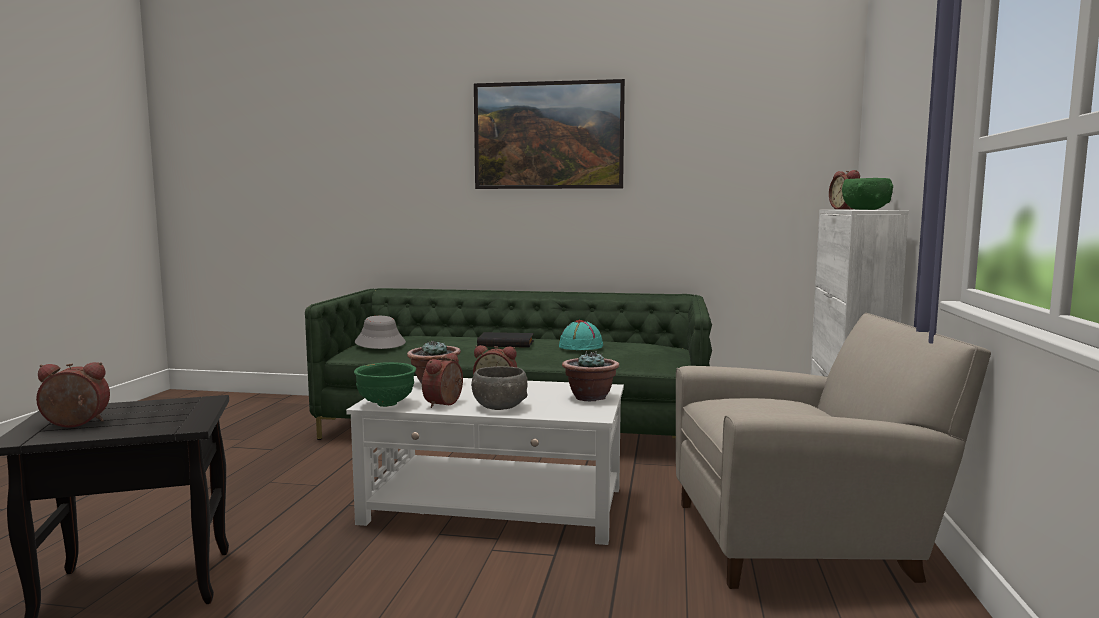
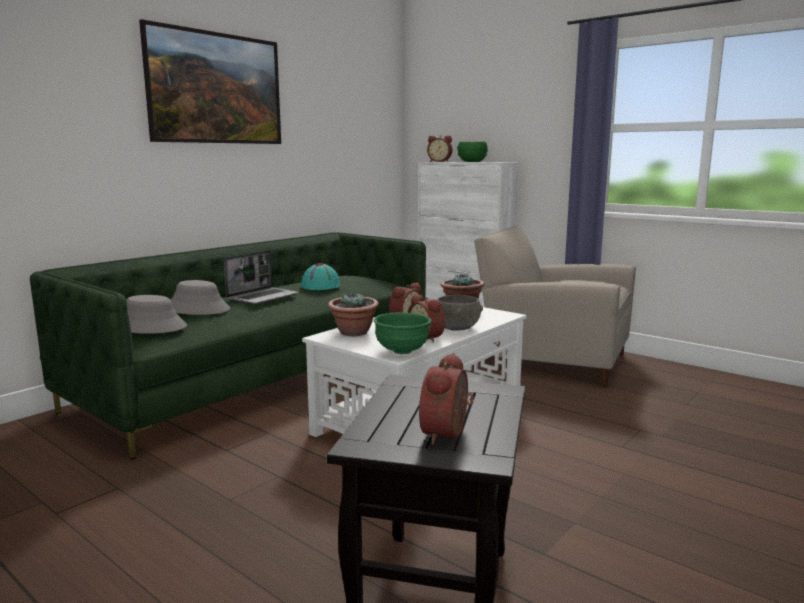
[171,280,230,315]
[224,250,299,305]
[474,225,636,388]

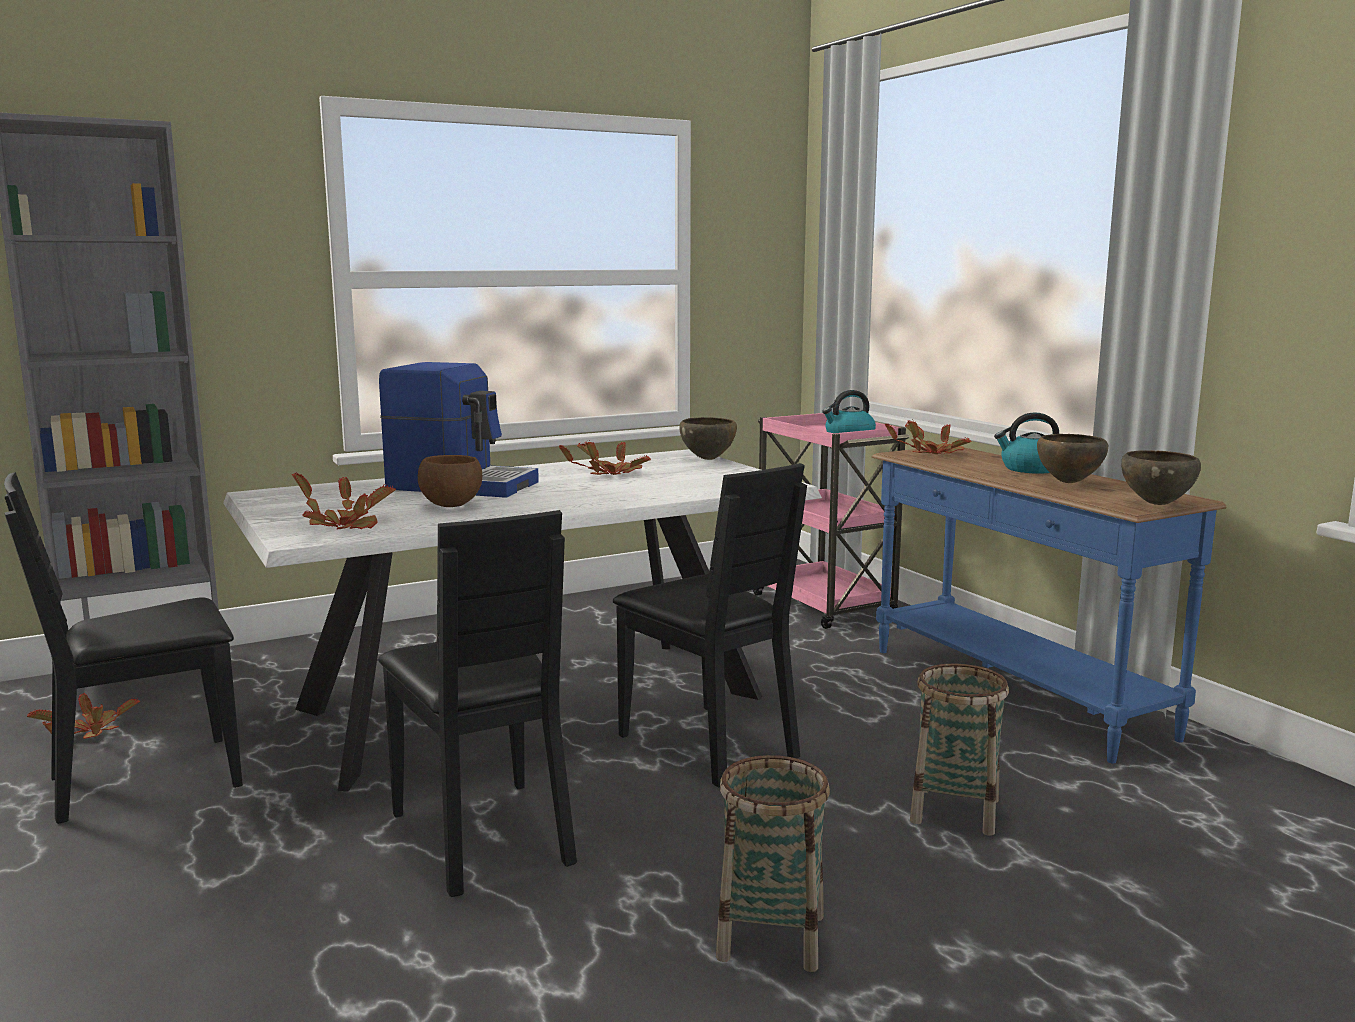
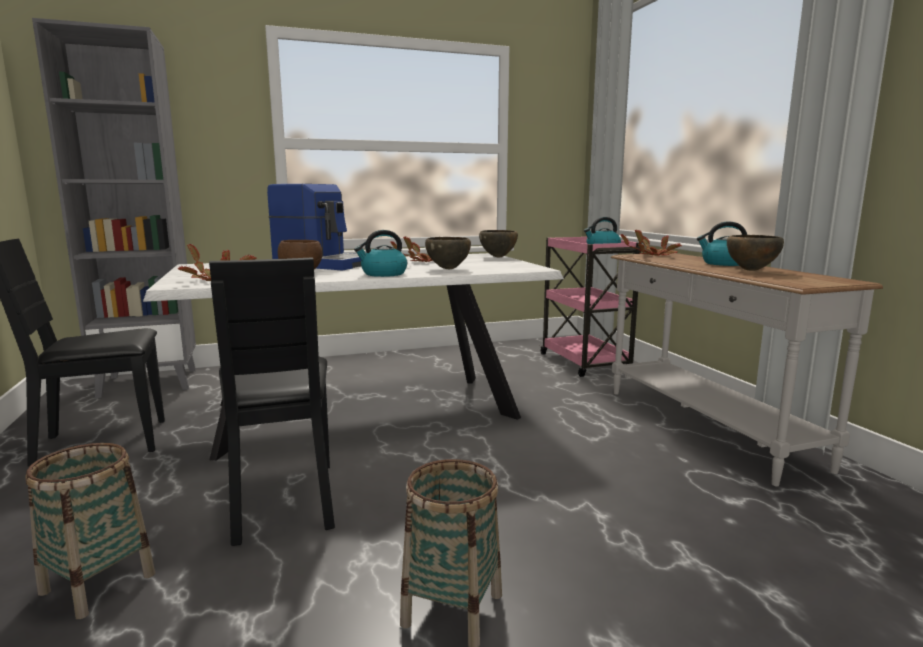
[25,443,156,619]
[354,230,407,277]
[425,237,471,269]
[611,253,883,486]
[27,693,140,739] (first image)
[613,463,807,788] (first image)

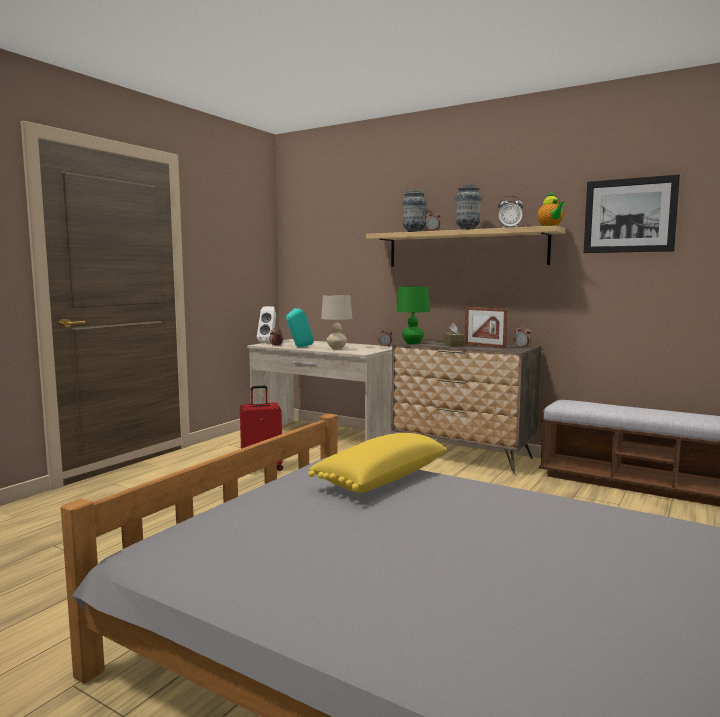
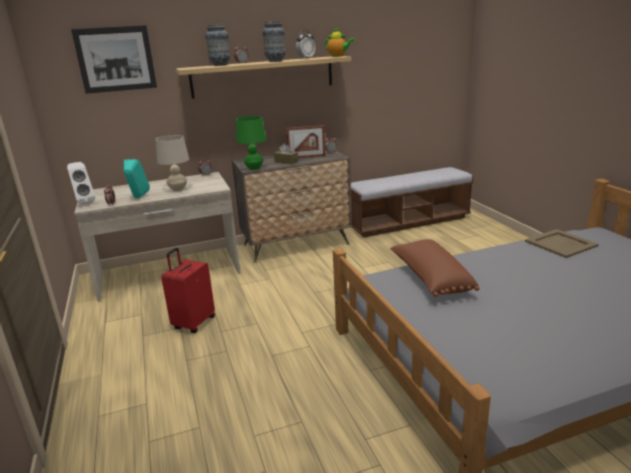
[71,25,157,94]
[390,239,479,297]
[525,229,598,258]

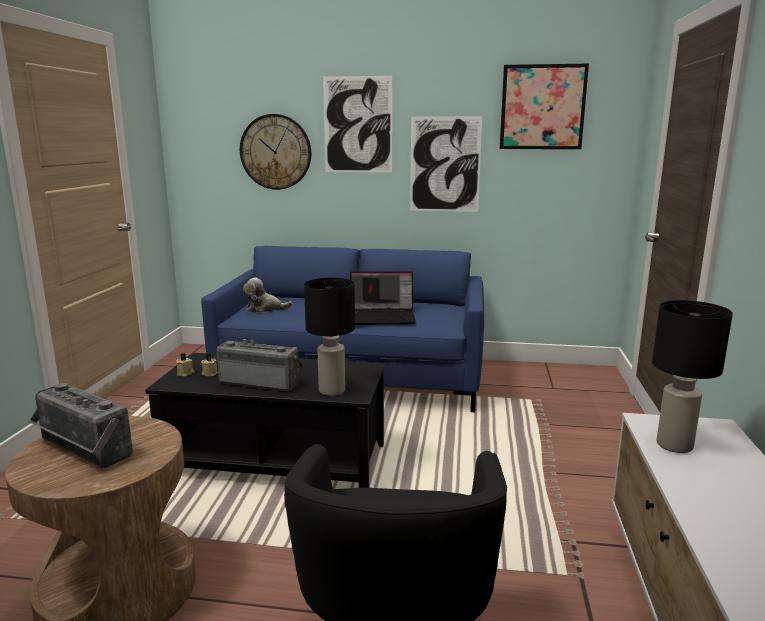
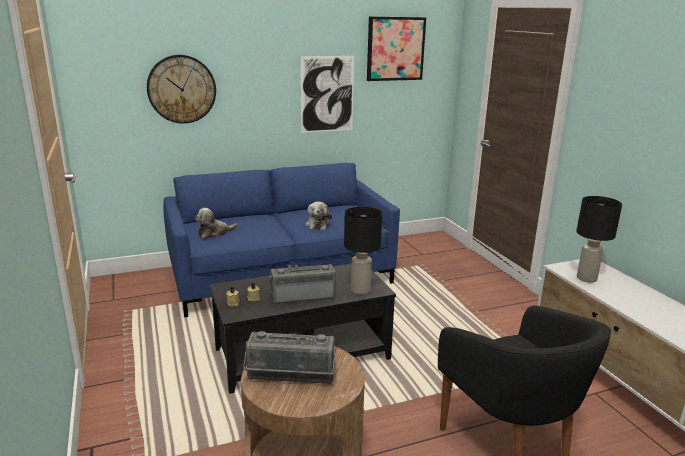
[305,202,332,230]
[323,76,392,173] (first image)

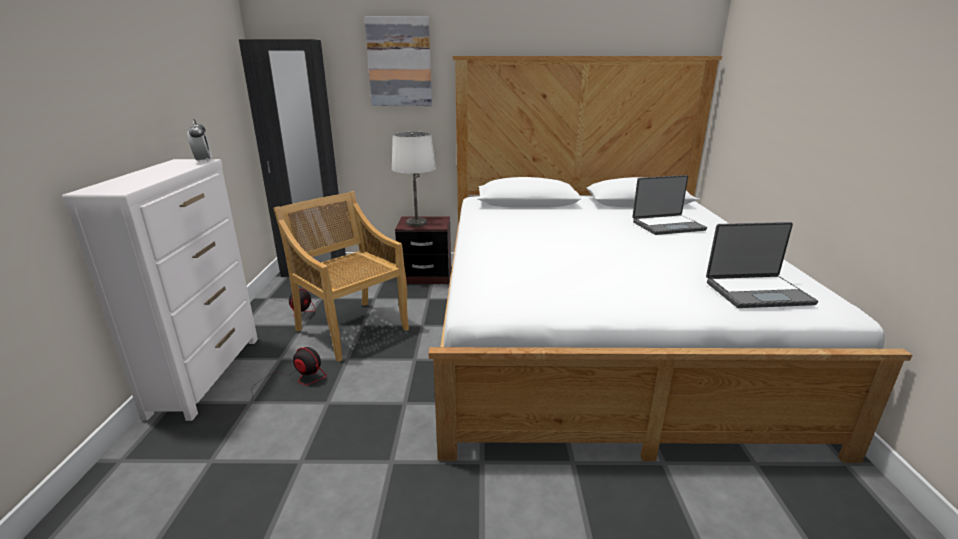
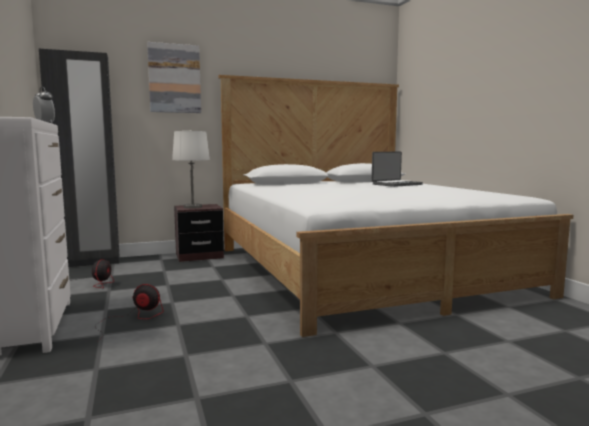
[273,191,409,362] (first image)
[706,222,818,308] (first image)

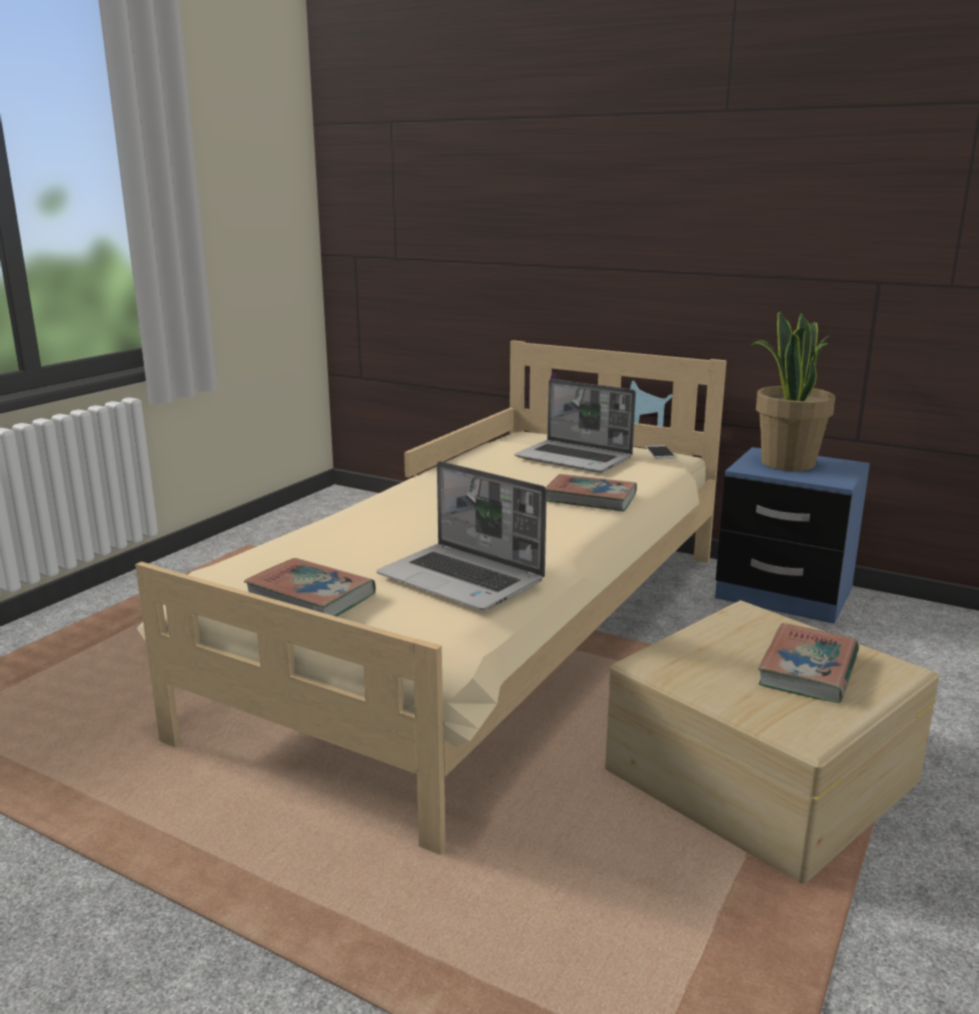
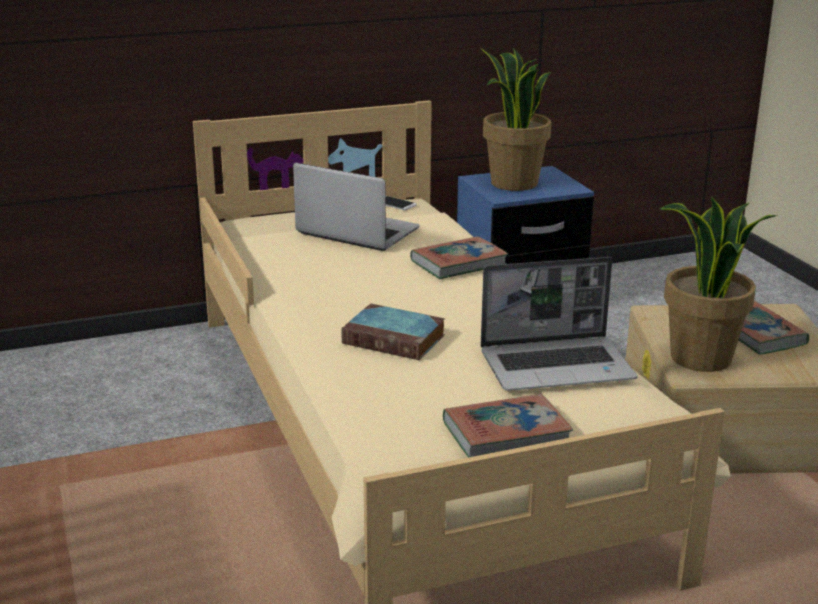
[293,163,420,251]
[341,304,445,360]
[660,196,778,372]

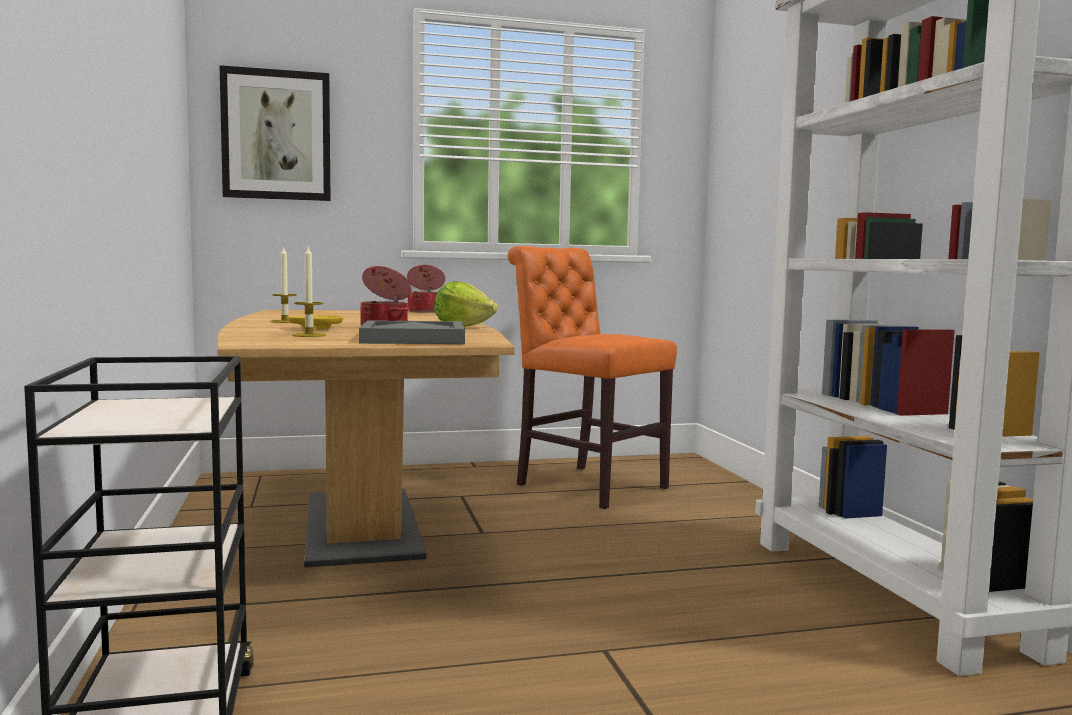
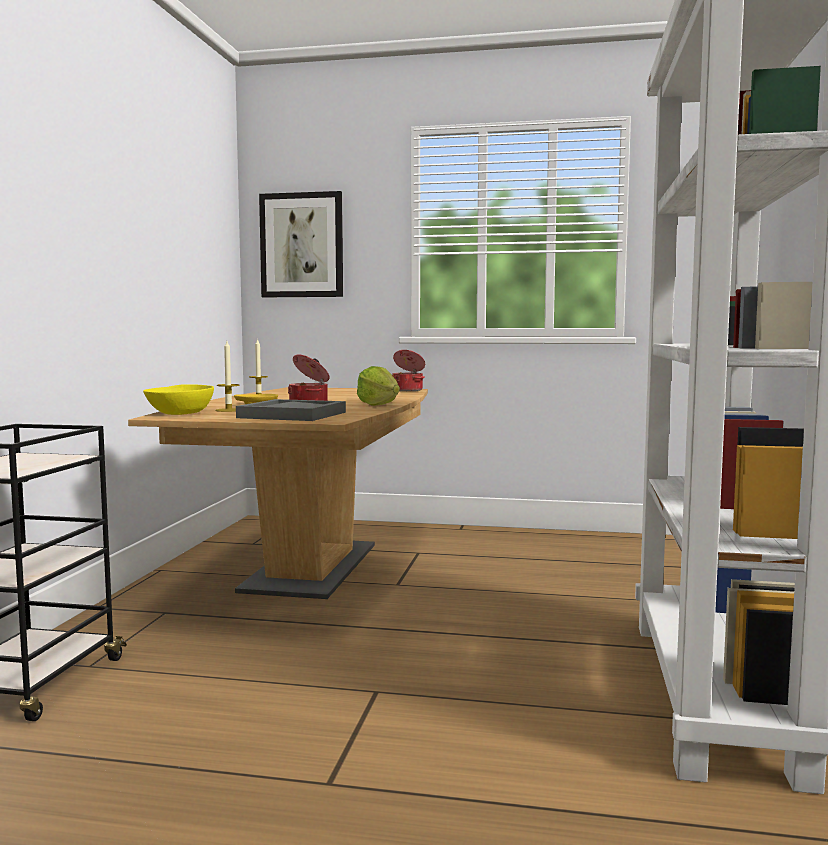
[143,385,214,415]
[508,246,677,510] (first image)

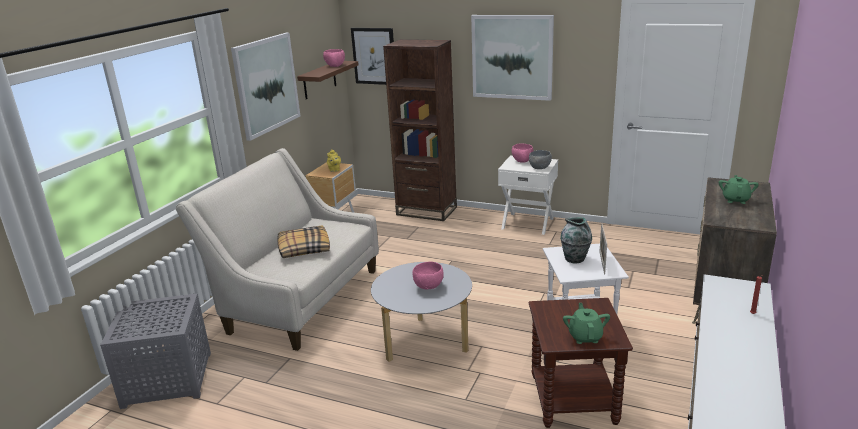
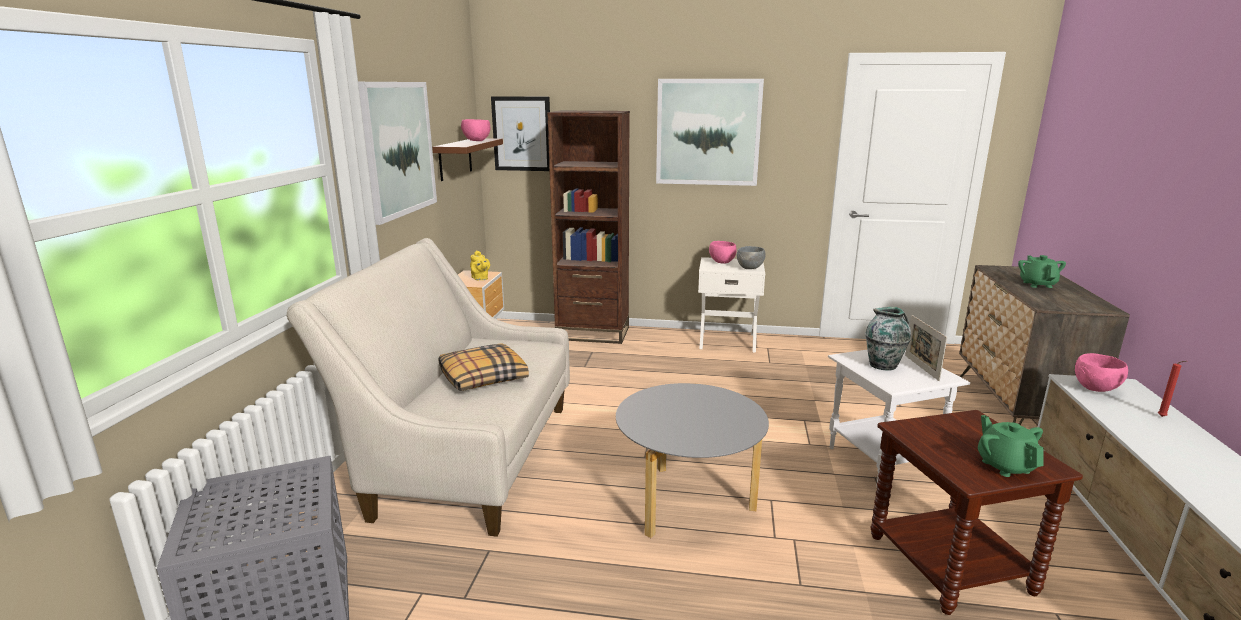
[1075,353,1128,392]

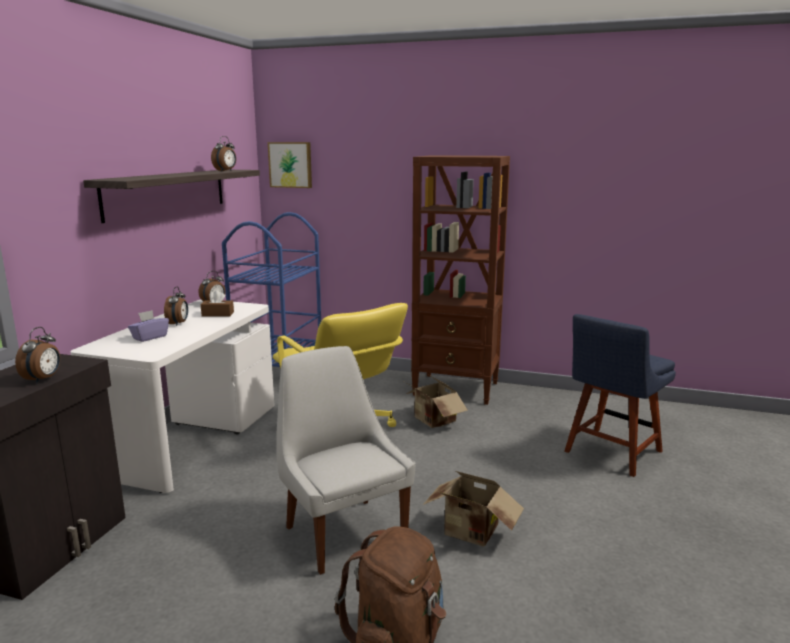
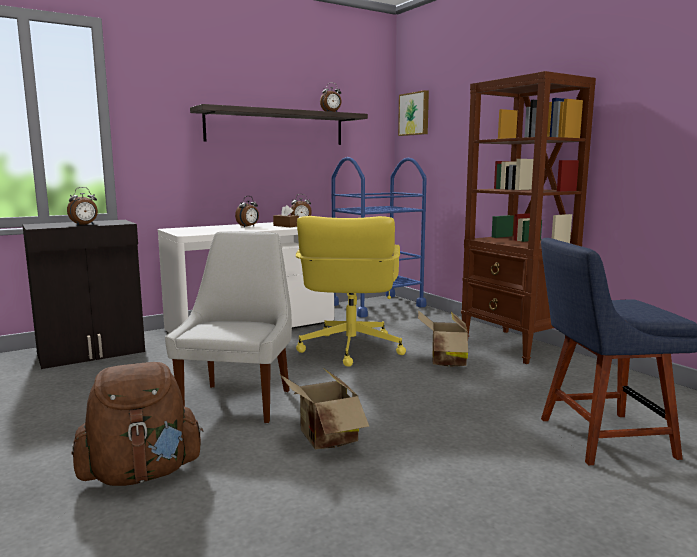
[128,310,169,342] (first image)

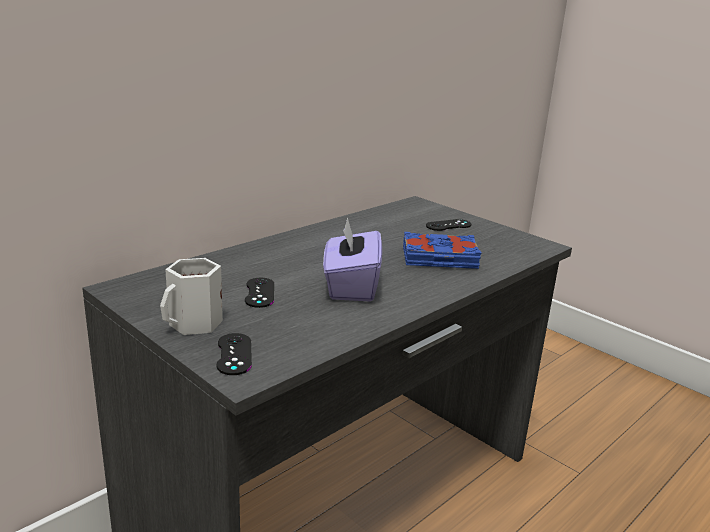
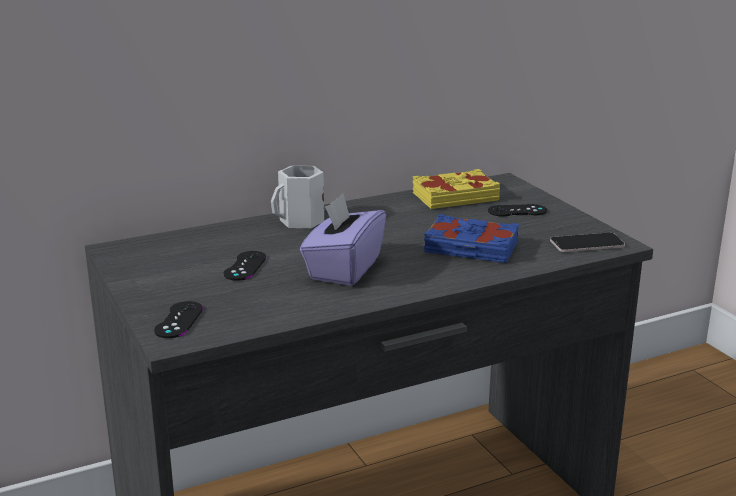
[271,165,324,228]
[412,169,500,209]
[550,232,625,252]

